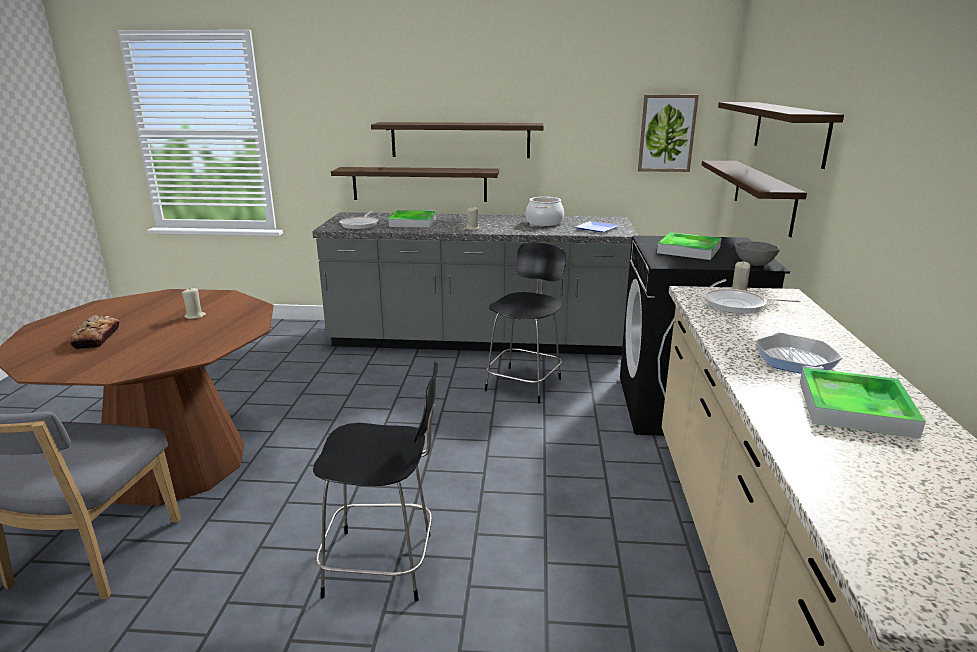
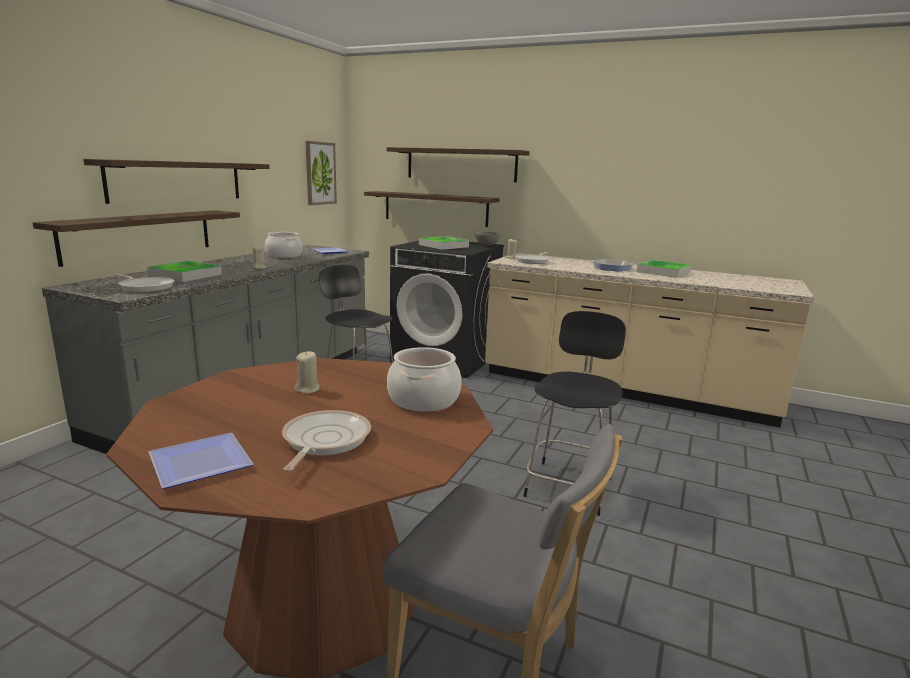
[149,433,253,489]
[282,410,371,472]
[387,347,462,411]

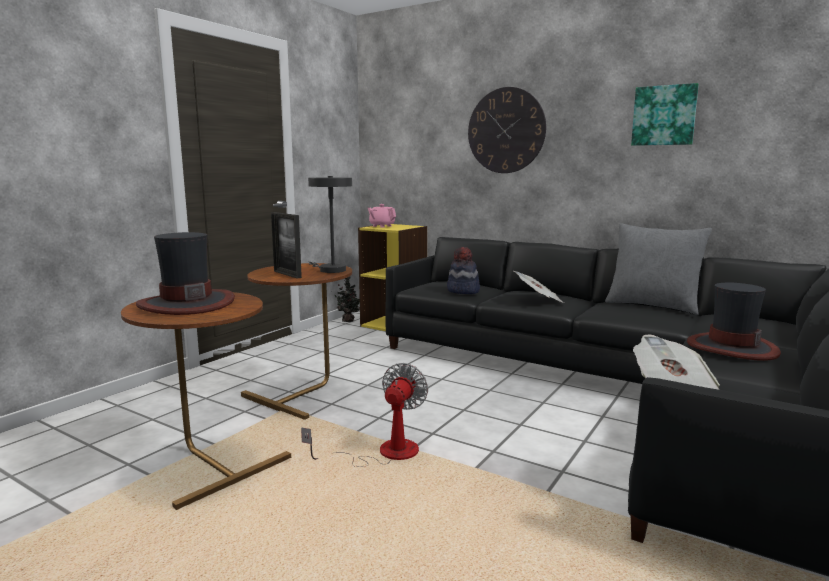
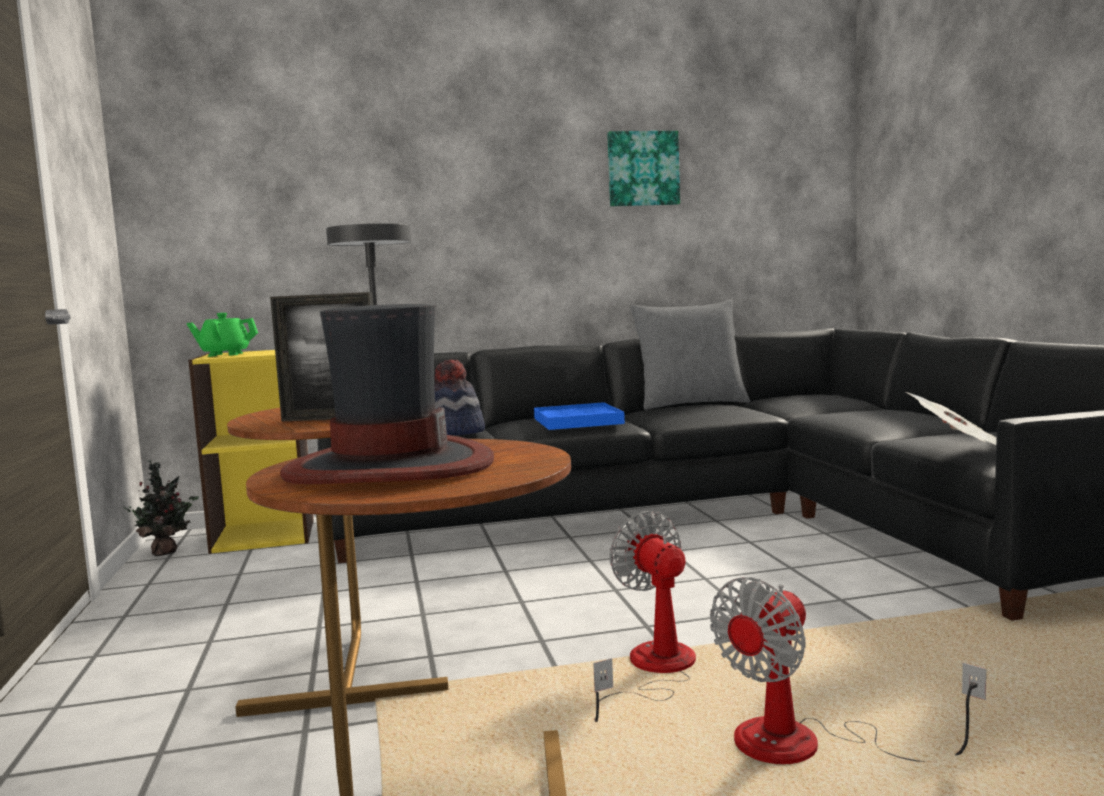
[186,313,258,357]
[534,402,625,430]
[710,577,986,764]
[468,87,546,173] (first image)
[687,282,781,361] (first image)

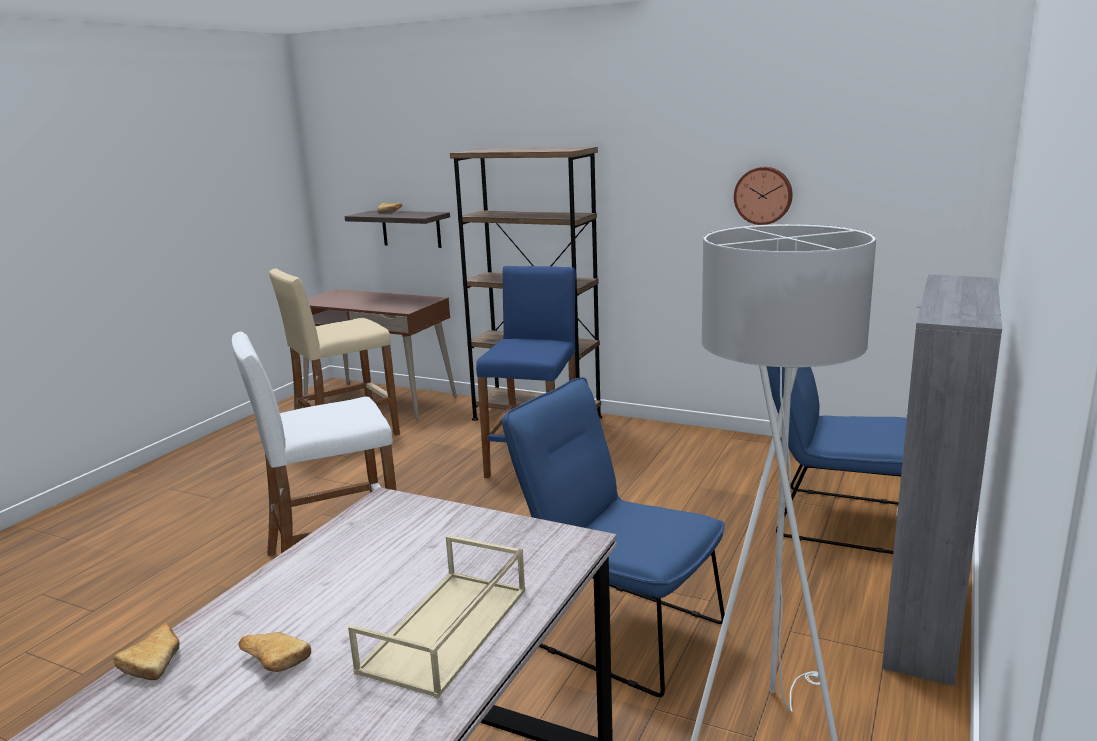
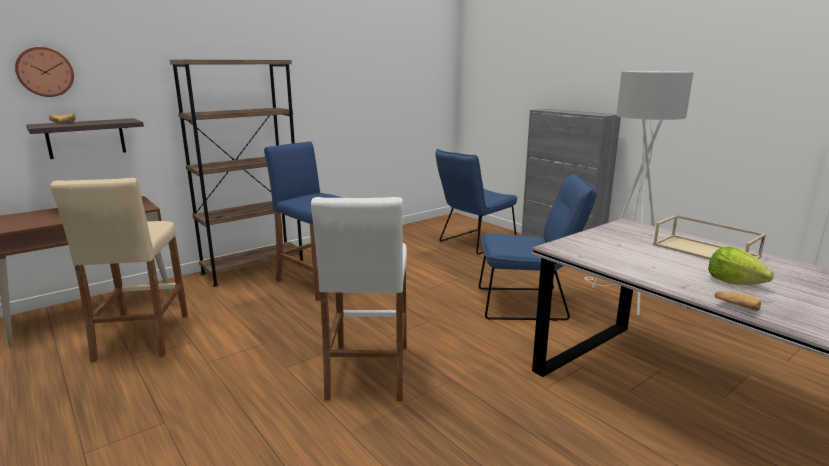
[15,47,74,97]
[479,173,597,321]
[708,246,774,285]

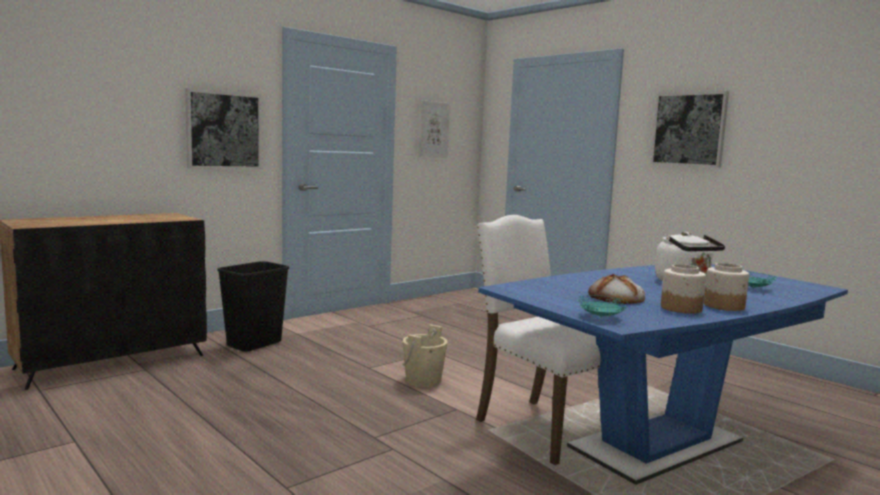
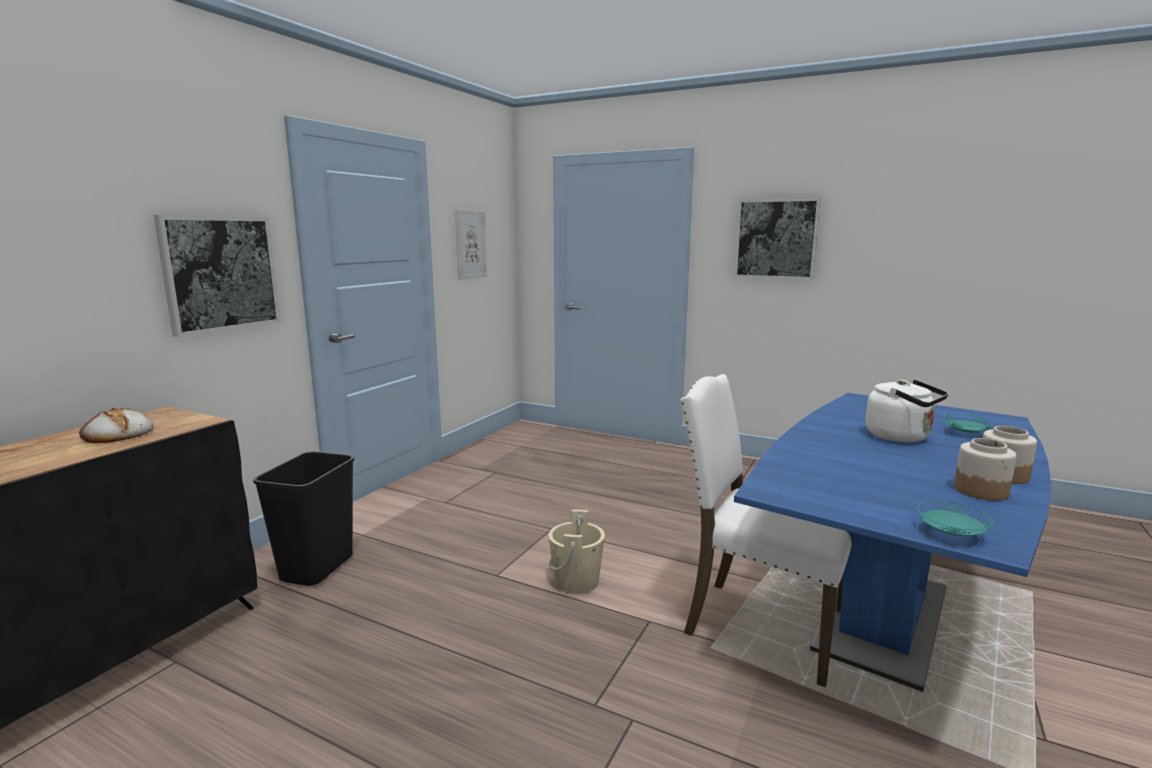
[79,408,154,443]

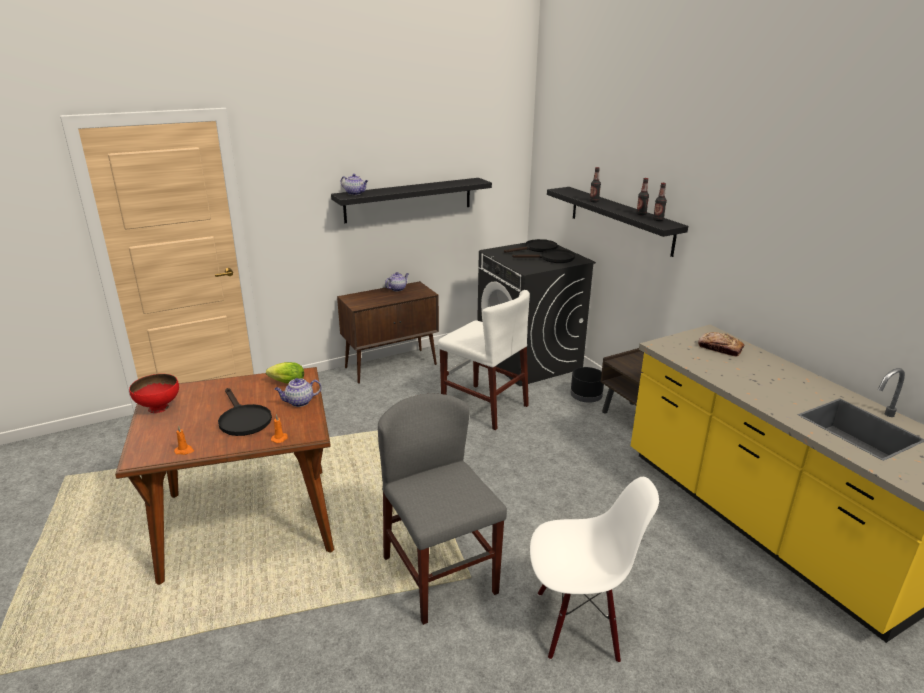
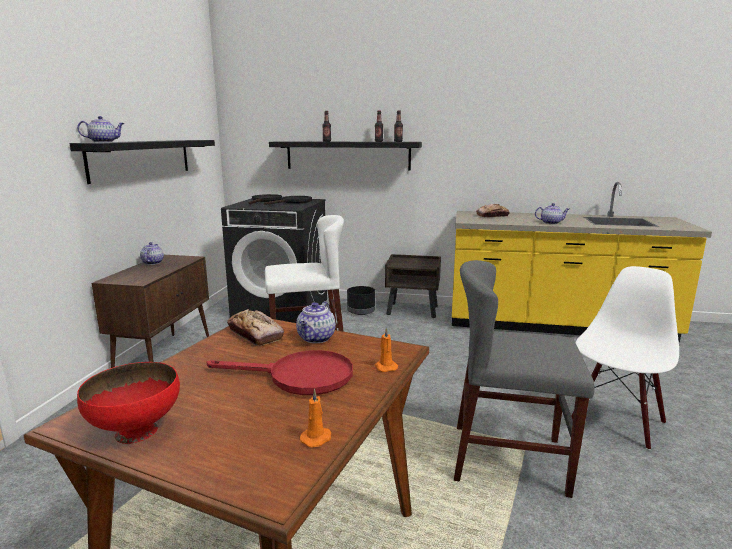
[207,350,353,395]
[227,309,284,346]
[535,203,569,224]

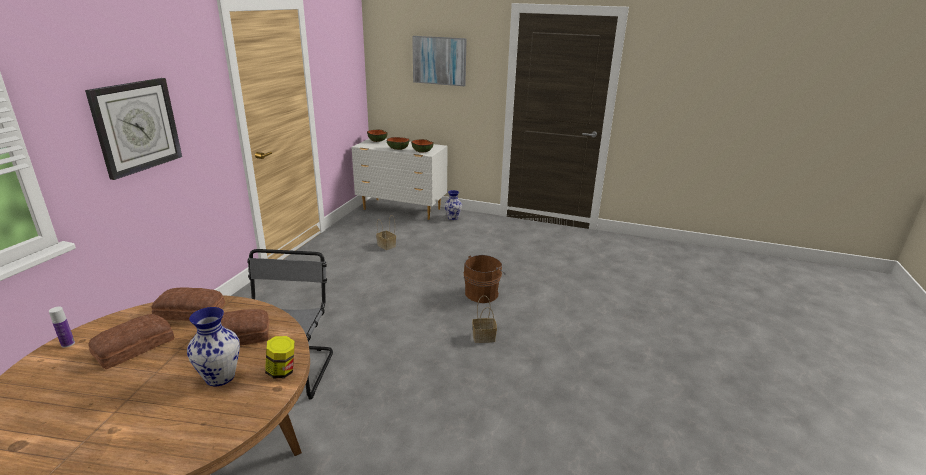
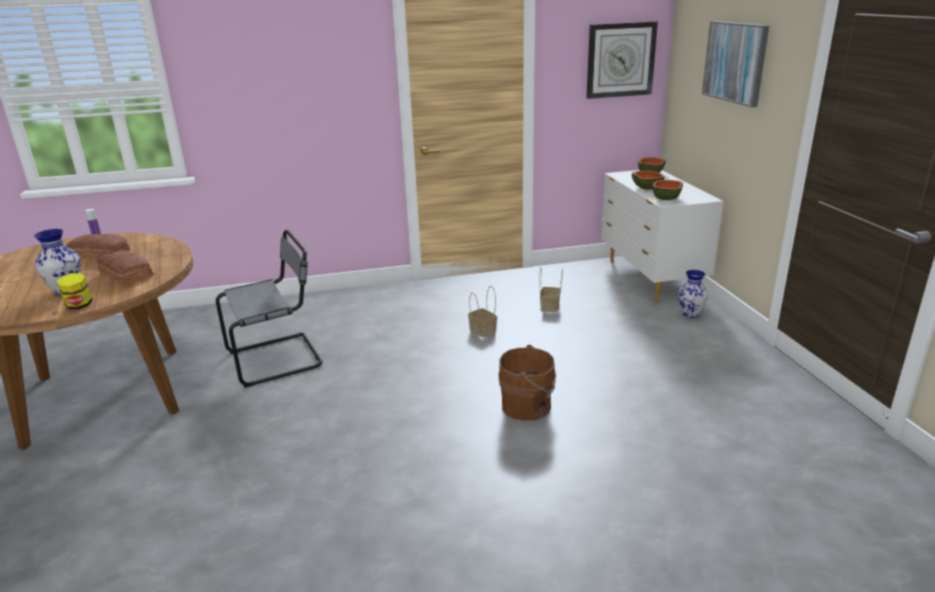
[468,286,497,338]
[587,21,658,99]
[151,287,225,321] (first image)

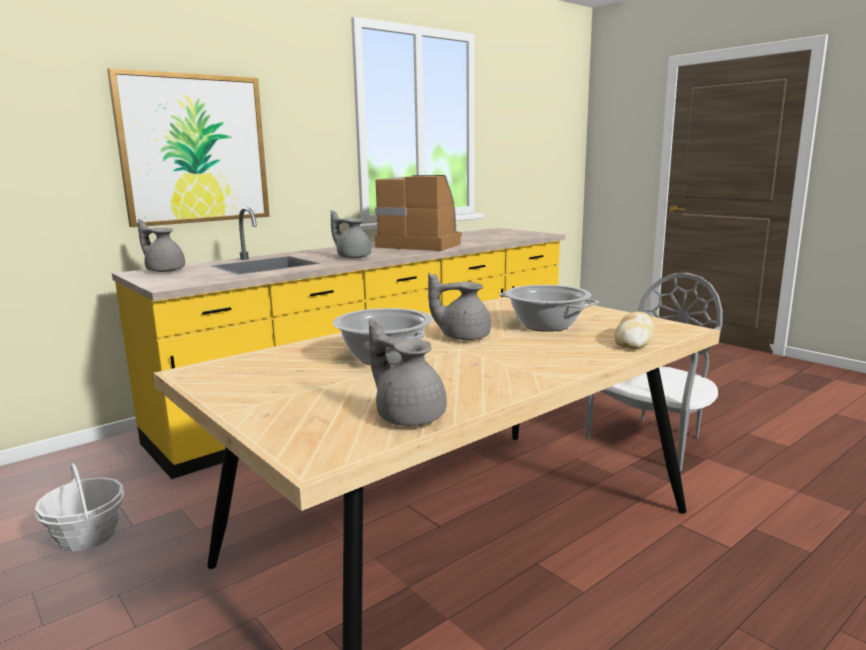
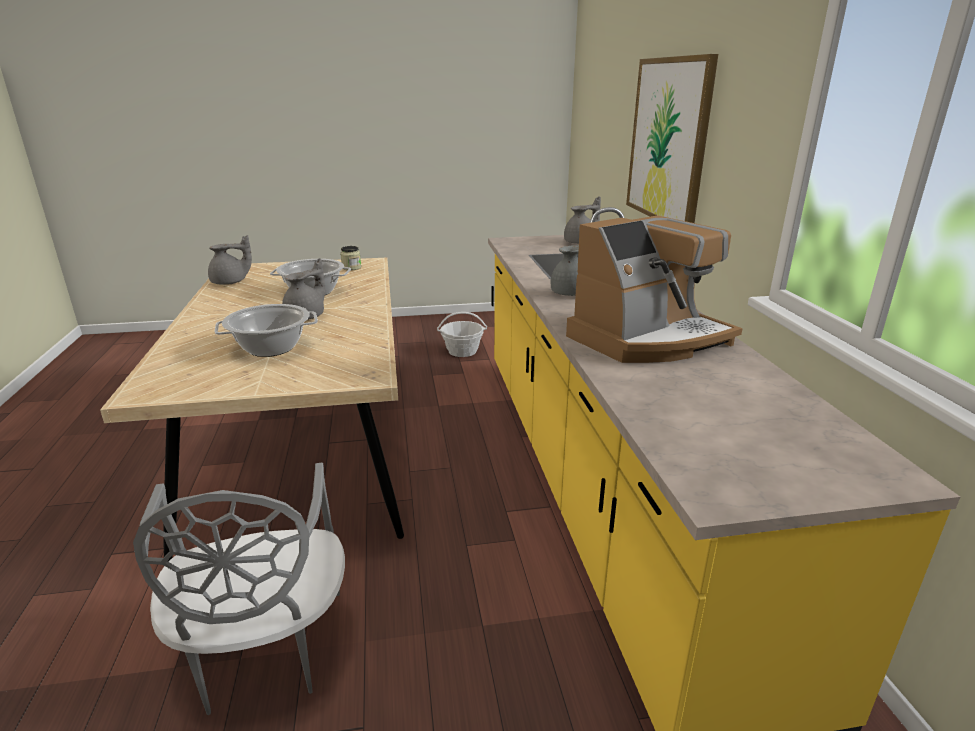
[340,246,361,270]
[615,312,655,349] (first image)

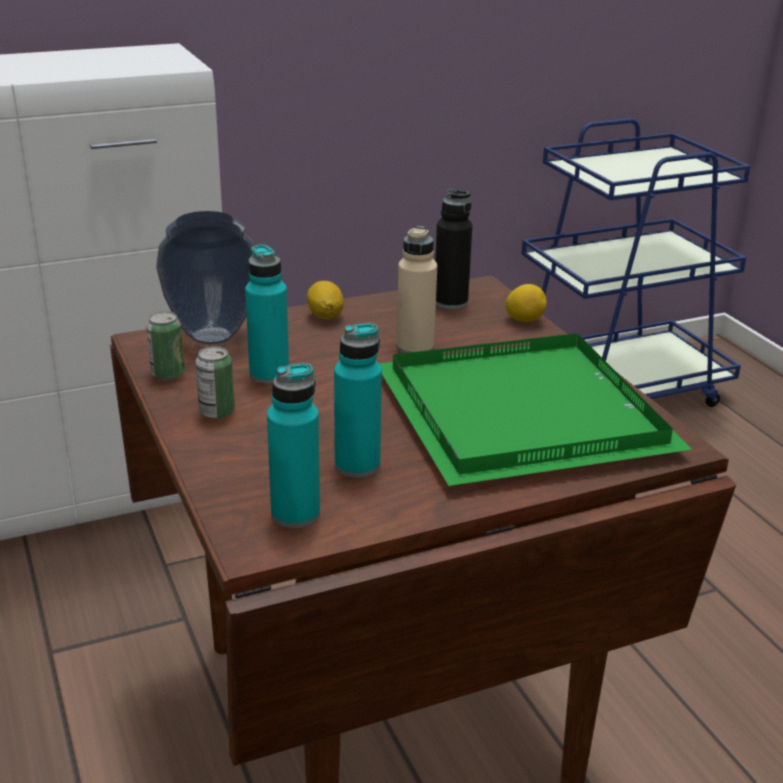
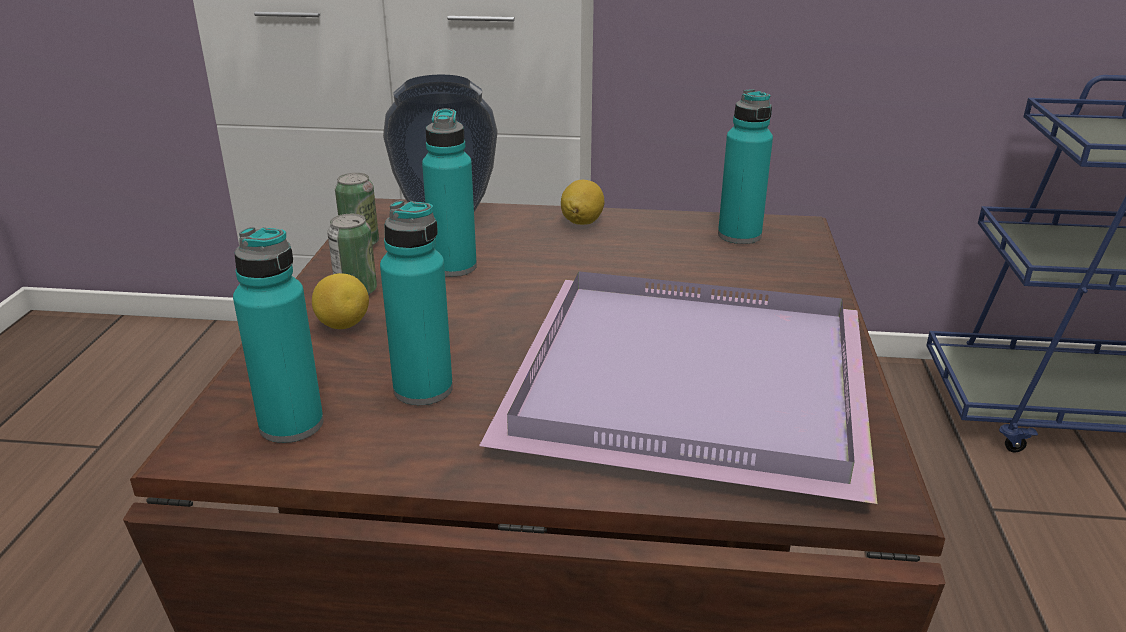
[312,273,369,329]
[479,271,877,504]
[718,89,773,244]
[397,226,437,354] (first image)

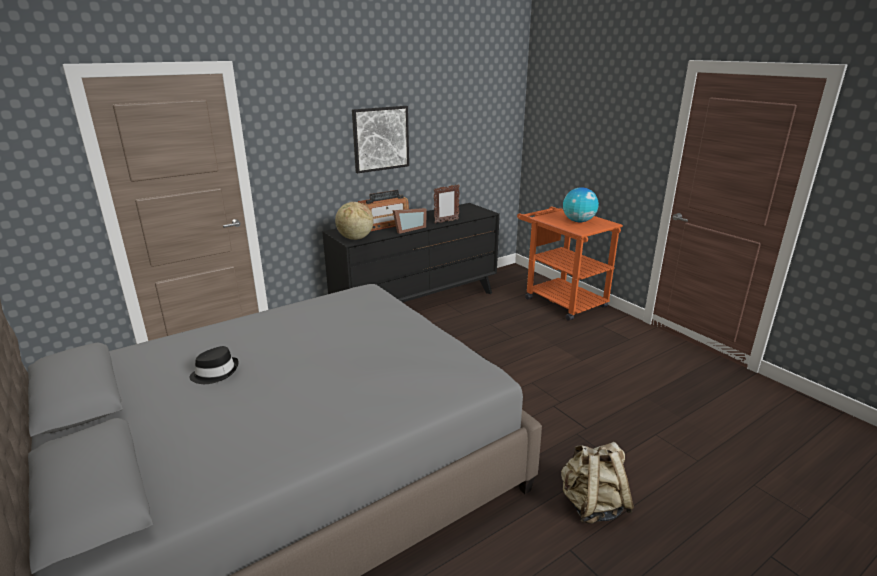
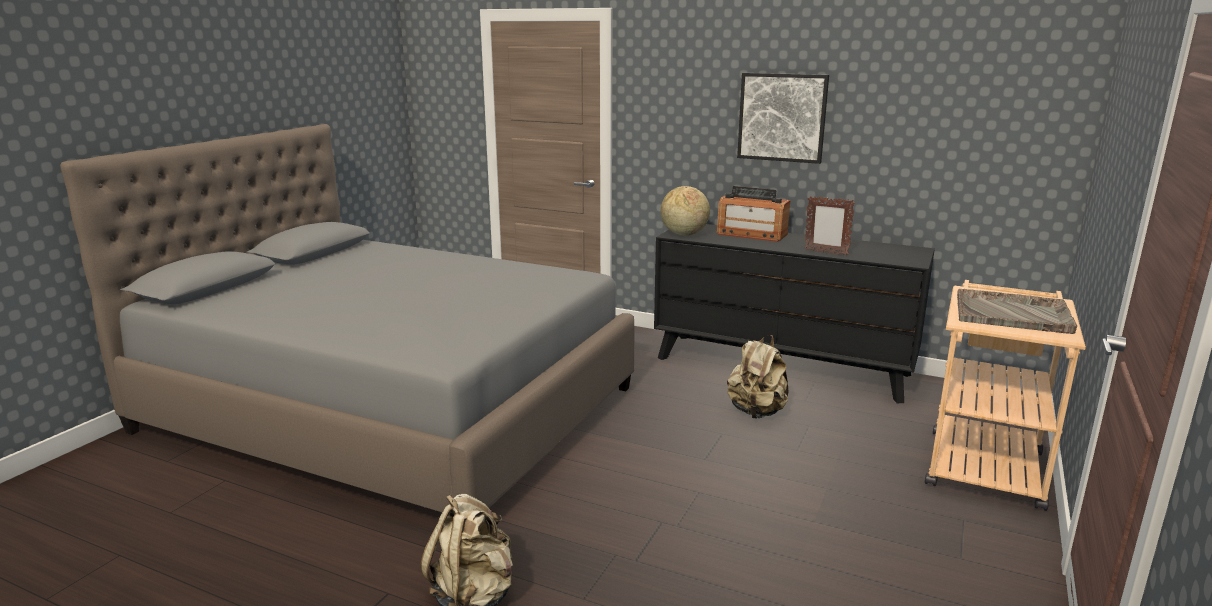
[727,335,788,419]
[925,280,1086,511]
[957,289,1077,334]
[189,346,239,384] (first image)
[393,208,427,234] (first image)

